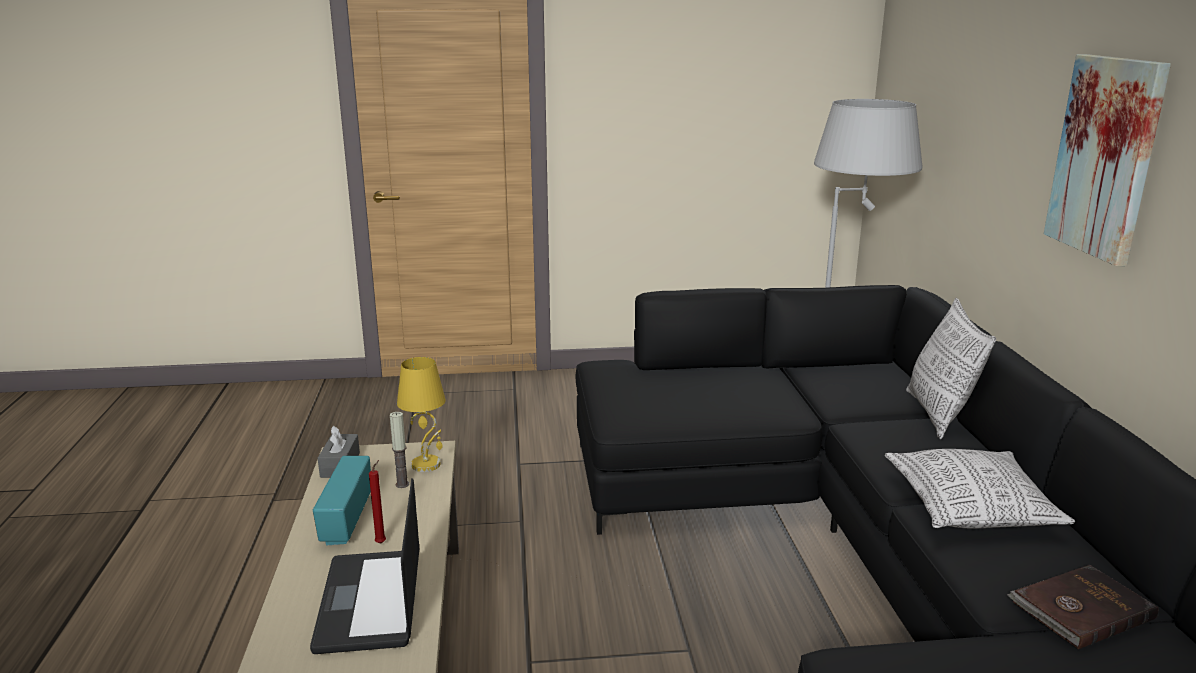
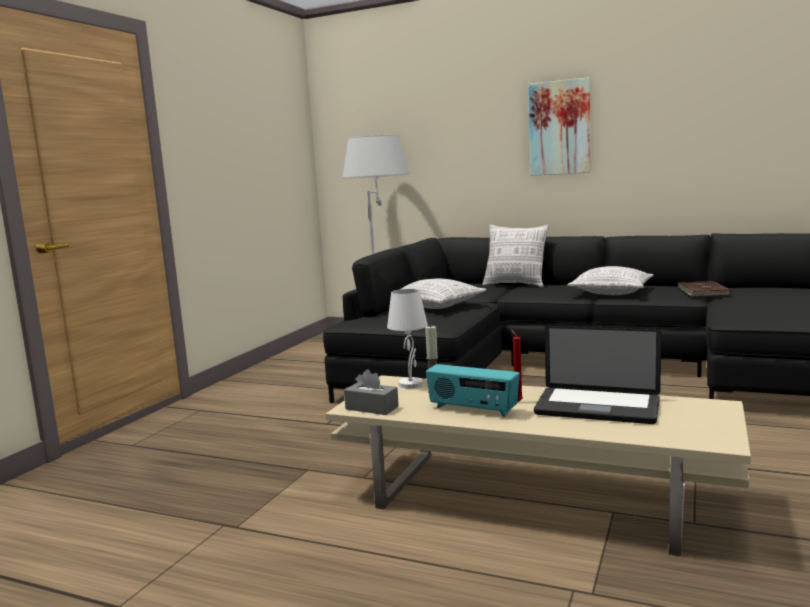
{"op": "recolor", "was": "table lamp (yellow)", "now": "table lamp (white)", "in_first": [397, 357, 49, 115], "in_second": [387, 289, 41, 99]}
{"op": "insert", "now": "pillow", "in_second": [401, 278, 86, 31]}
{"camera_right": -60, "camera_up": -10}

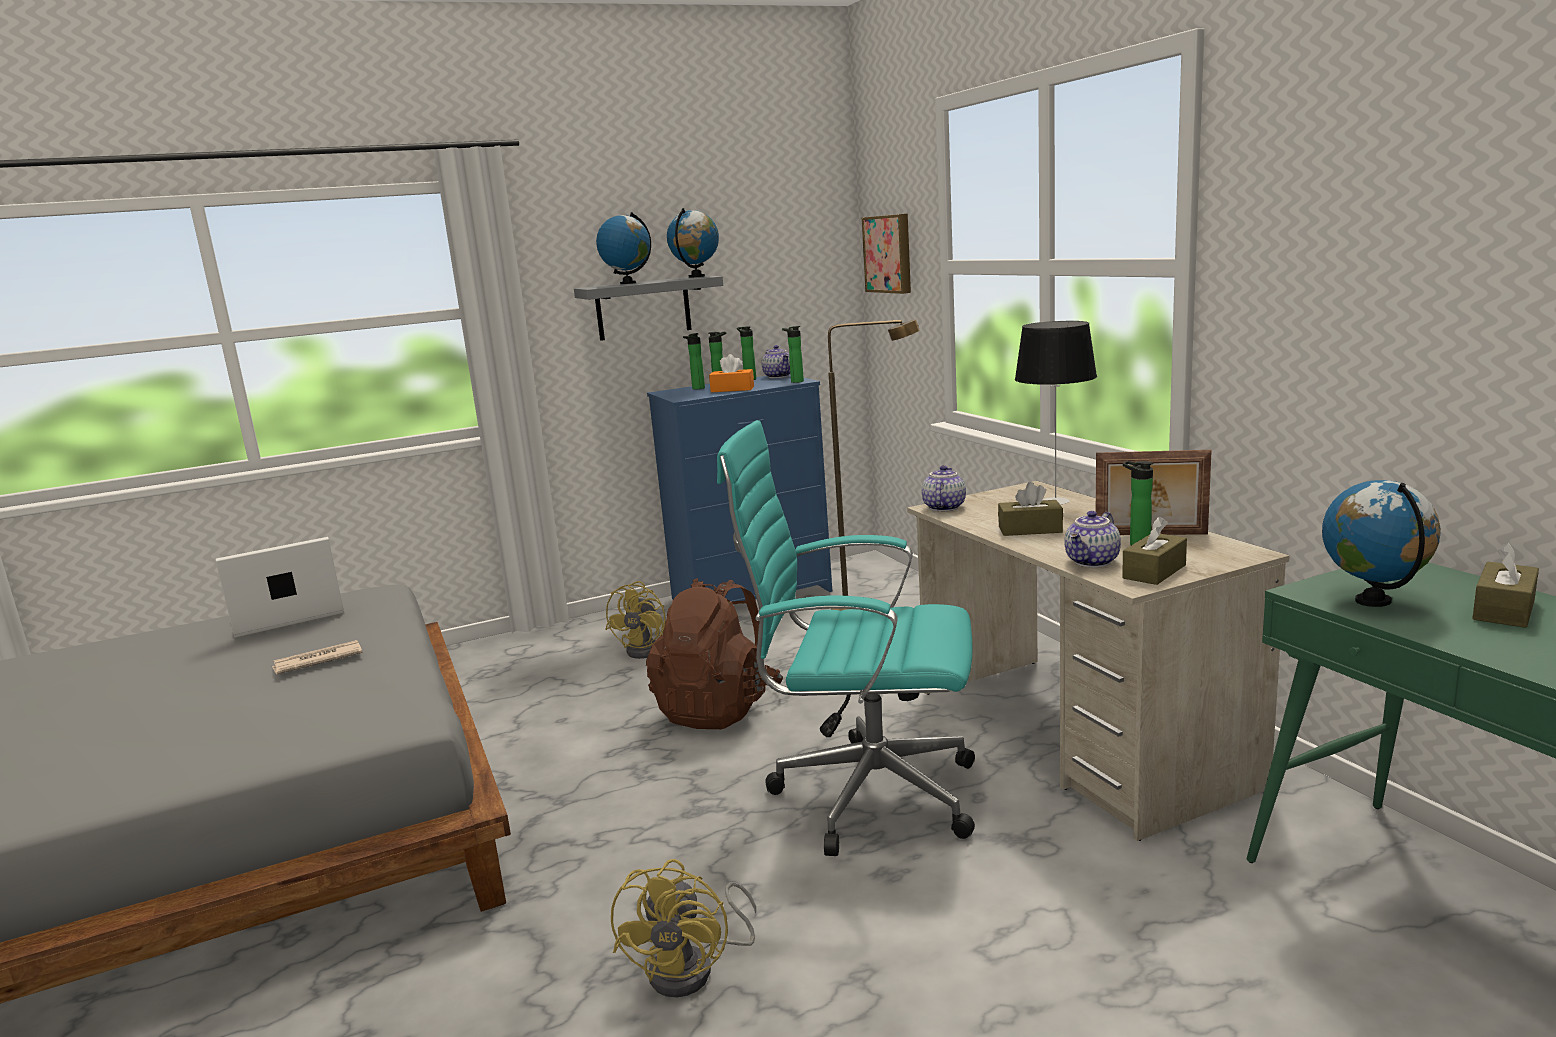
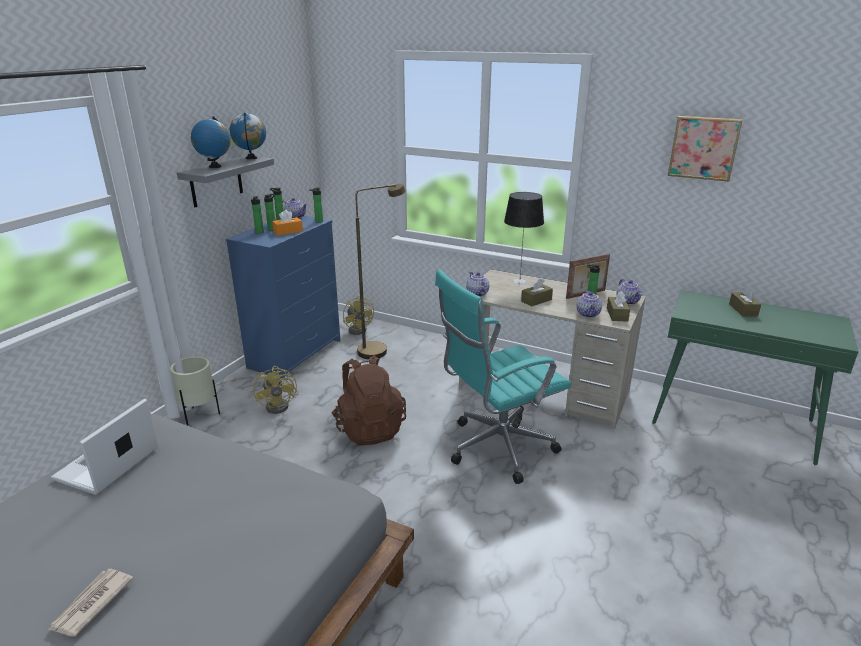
{"op": "move", "was": "newspaper", "in_first": [272, 640, 90, 35], "in_second": [48, 569, 86, 68]}
{"op": "move", "was": "fan (yellow)", "in_first": [611, 859, 145, 139], "in_second": [343, 296, 31, 39]}
{"op": "move", "was": "picture", "in_first": [862, 214, 49, 80], "in_second": [668, 116, 75, 66]}
{"op": "delete", "was": "globe", "in_first": [1322, 480, 119, 127]}
{"op": "insert", "now": "planter (beige)", "in_second": [170, 356, 50, 69]}
{"op": "insert", "now": "teapot", "in_second": [617, 279, 25, 26]}
{"camera_right": -40, "camera_up": 10}

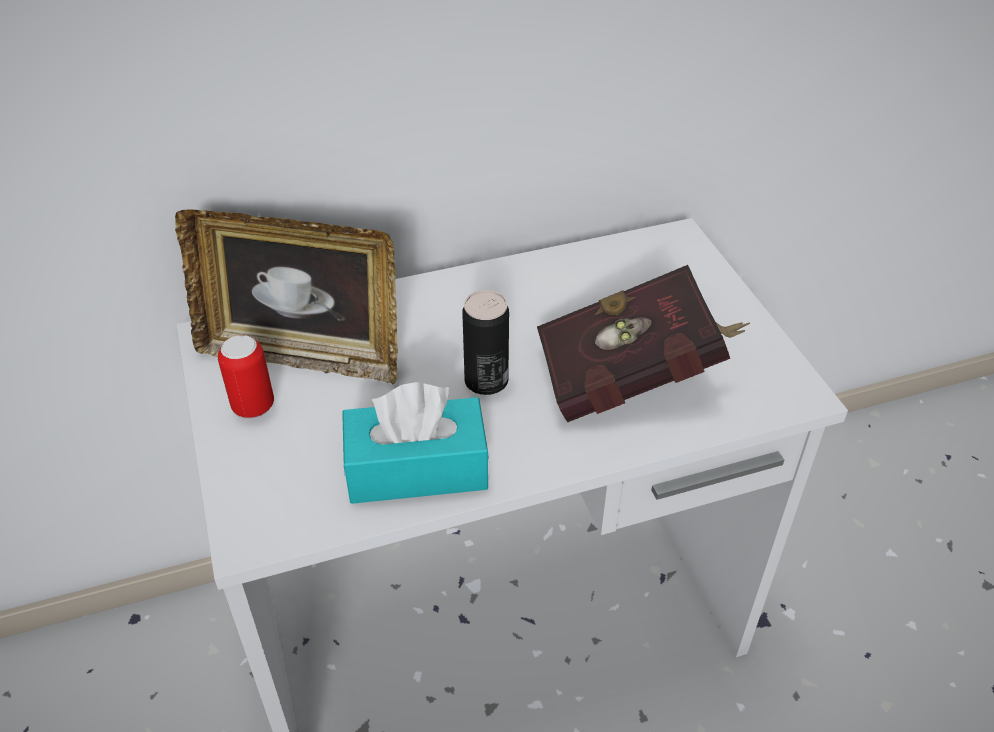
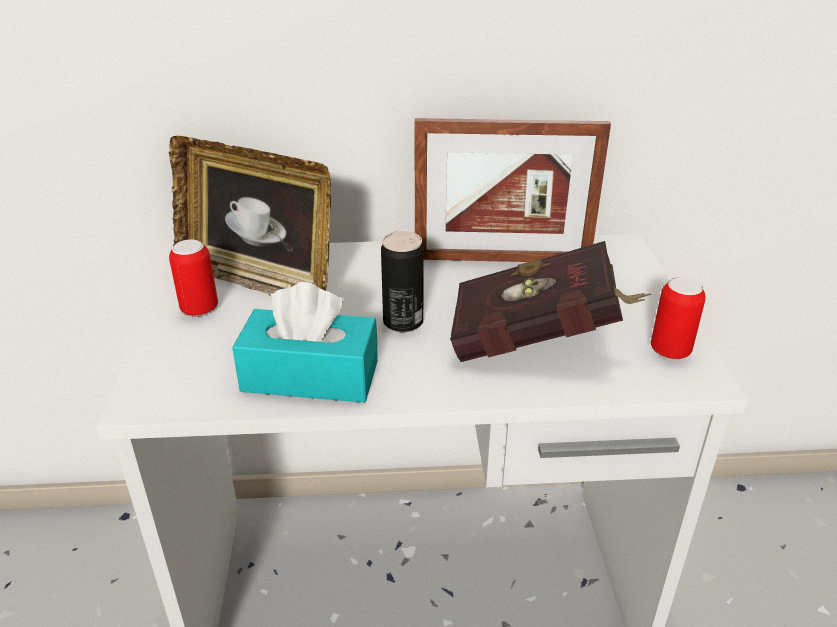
{"op": "insert", "now": "picture frame", "in_second": [414, 118, 197, 144]}
{"op": "insert", "now": "can", "in_second": [651, 277, 55, 82]}
{"camera_right": 15, "camera_up": -10}

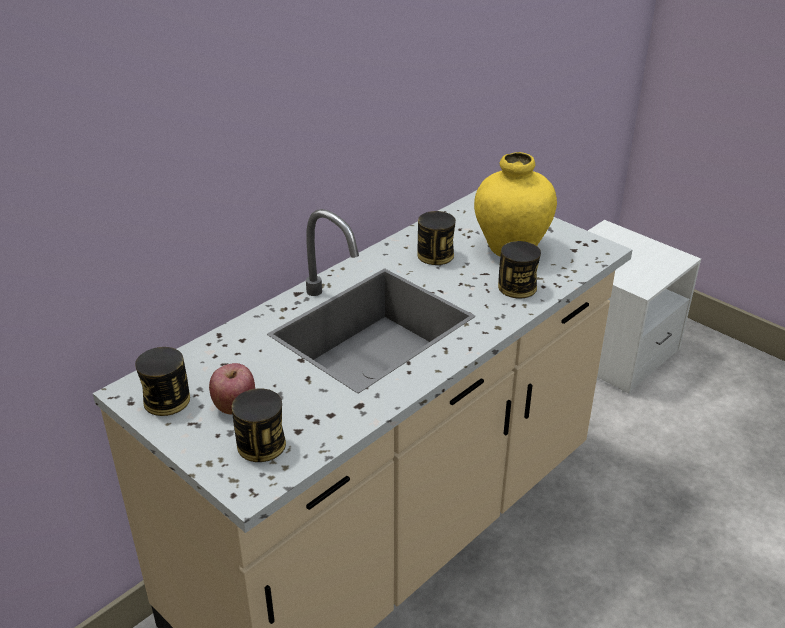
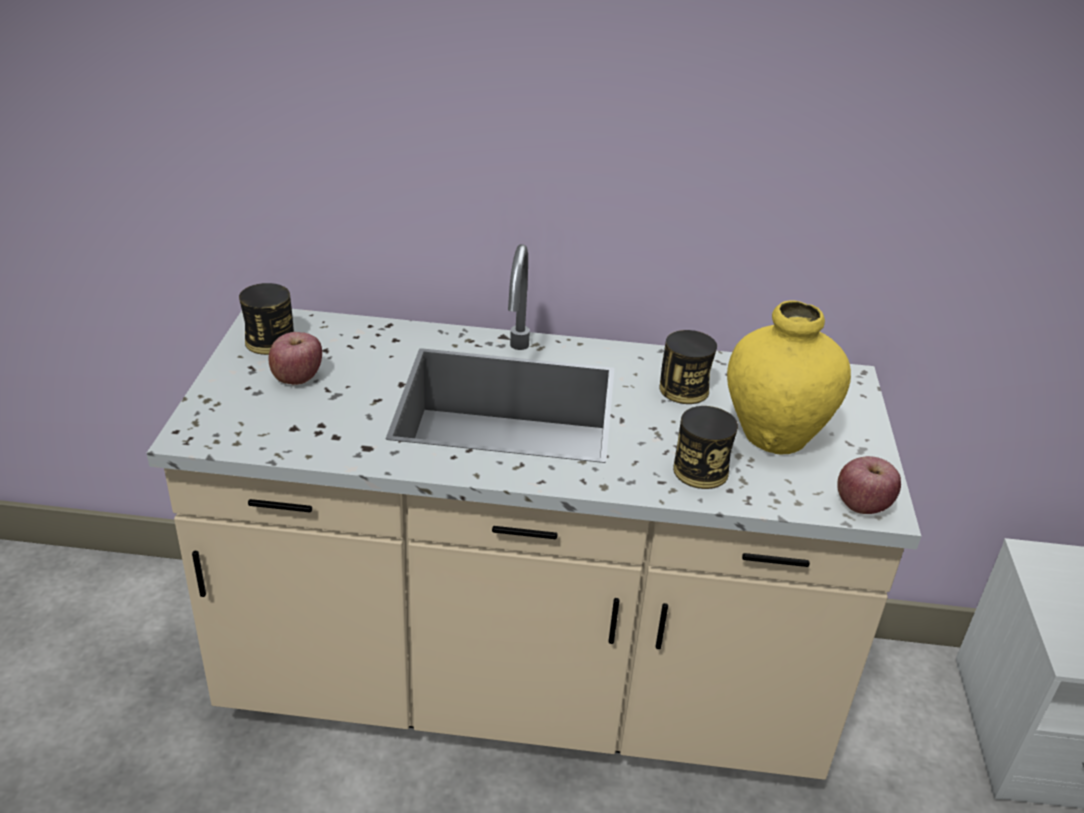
{"op": "delete", "was": "can", "in_first": [232, 388, 54, 74]}
{"op": "insert", "now": "apple", "in_second": [837, 456, 64, 58]}
{"camera_right": 50, "camera_up": 0}

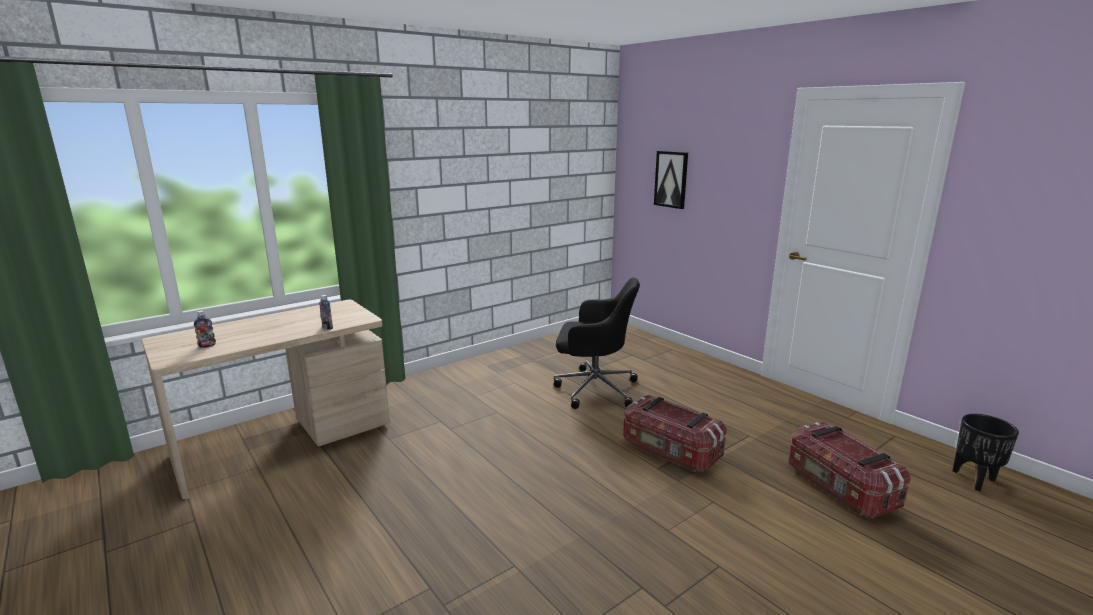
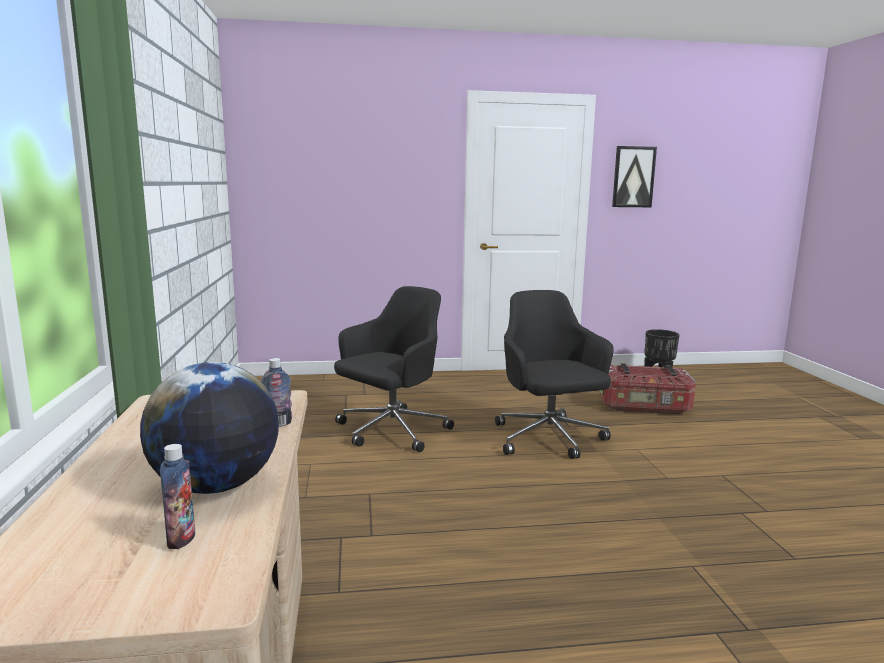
{"op": "replace", "was": "storage box", "now": "office chair (black)", "in_first": [623, 395, 104, 77], "in_second": [495, 290, 118, 169]}
{"op": "move", "was": "picture", "in_first": [654, 151, 34, 58], "in_second": [612, 146, 45, 61]}
{"op": "insert", "now": "globe", "in_second": [140, 362, 139, 132]}
{"camera_right": -60, "camera_up": -5}

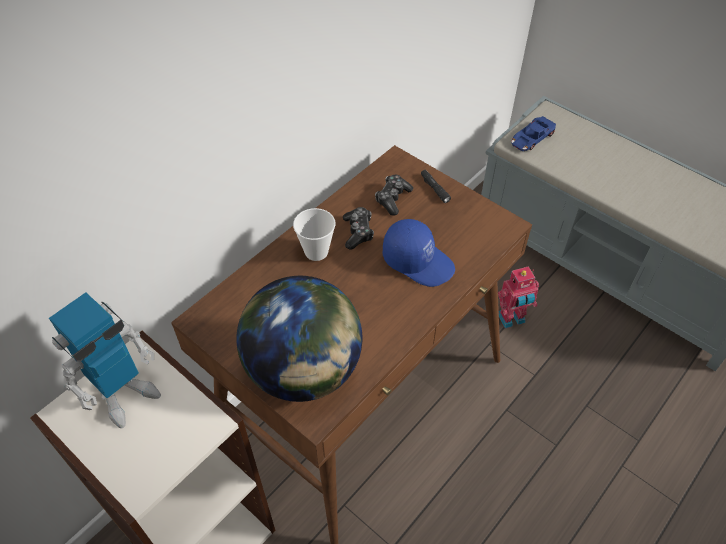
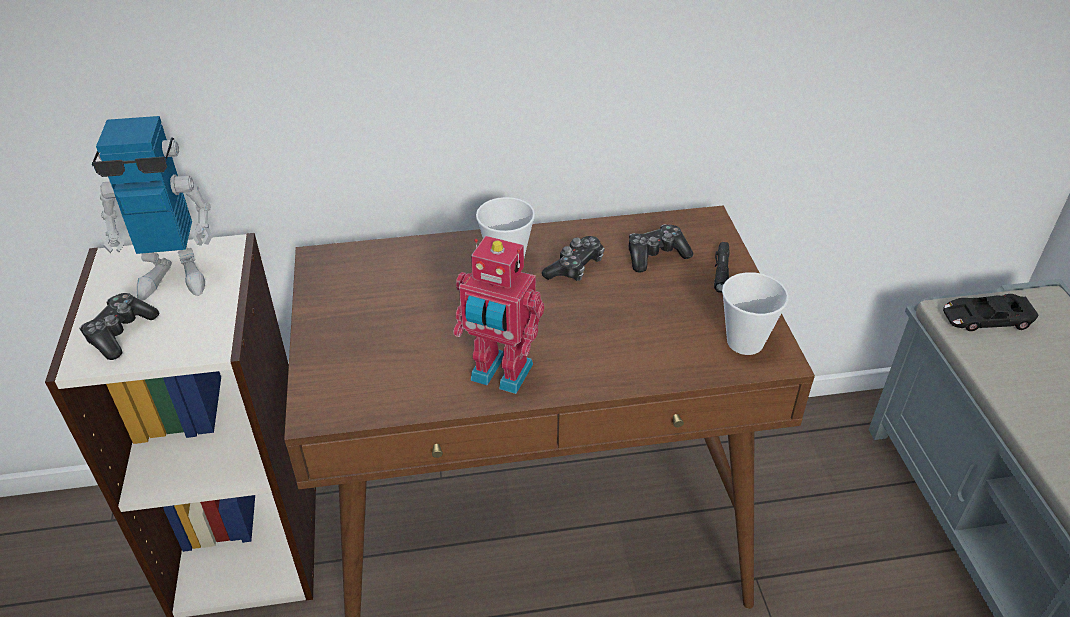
{"op": "delete", "was": "globe", "in_first": [237, 276, 125, 126]}
{"op": "delete", "was": "cap (blue)", "in_first": [383, 219, 72, 68]}
{"op": "move", "was": "toy robot", "in_first": [498, 266, 41, 62], "in_second": [453, 236, 91, 158]}
{"op": "recolor", "was": "toy car (blue)", "now": "toy car (black)", "in_first": [511, 116, 45, 35], "in_second": [943, 294, 95, 37]}
{"op": "insert", "now": "game controller", "in_second": [79, 293, 81, 67]}
{"op": "insert", "now": "cup", "in_second": [722, 272, 67, 83]}
{"camera_right": 40, "camera_up": -10}

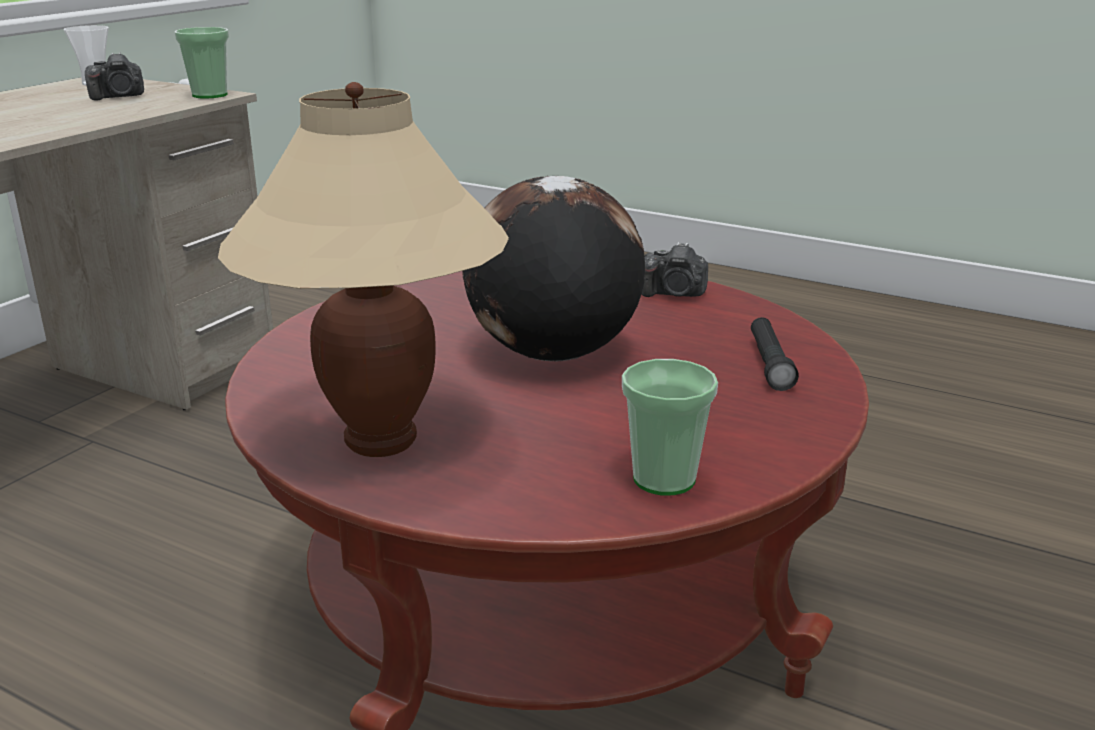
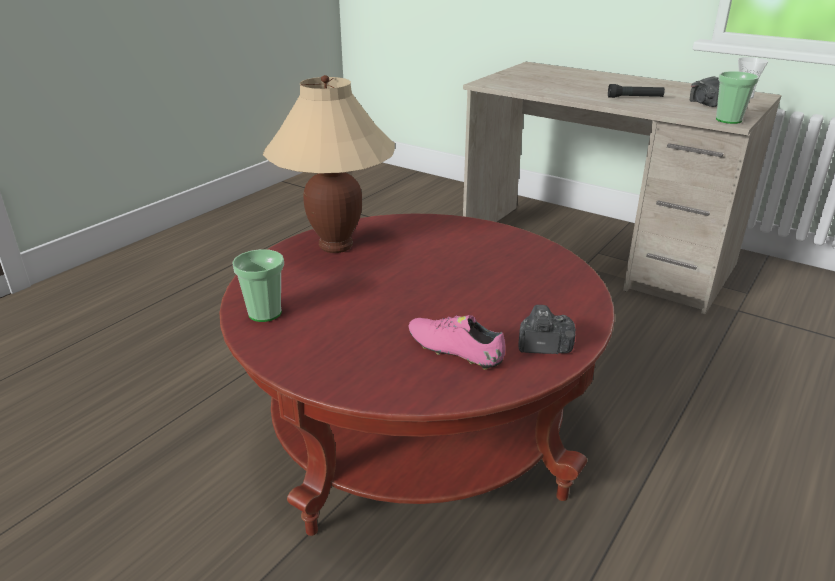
{"op": "delete", "was": "globe", "in_first": [462, 176, 183, 185]}
{"op": "rotate", "was": "photo camera", "in_first": [642, 242, 66, 55], "in_second": [518, 305, 58, 49], "clockwise": 75}
{"op": "move", "was": "flashlight (black)", "in_first": [751, 317, 48, 74], "in_second": [608, 84, 57, 14]}
{"op": "insert", "now": "shoe (pink)", "in_second": [409, 315, 97, 55]}
{"camera_right": 95, "camera_up": 5}

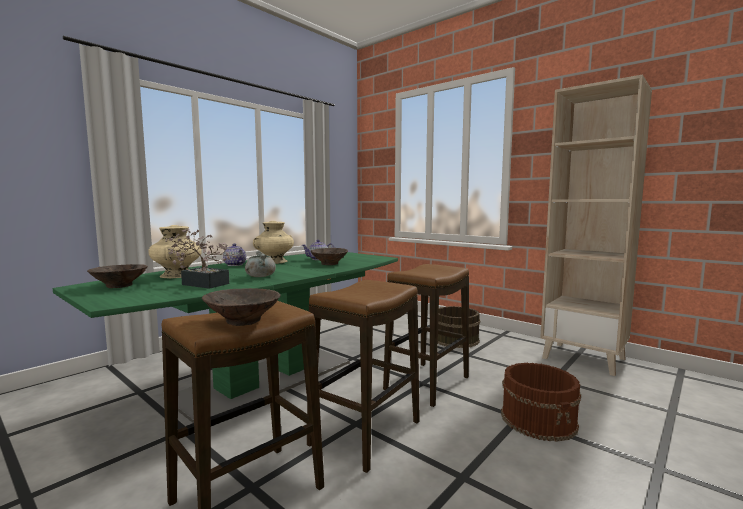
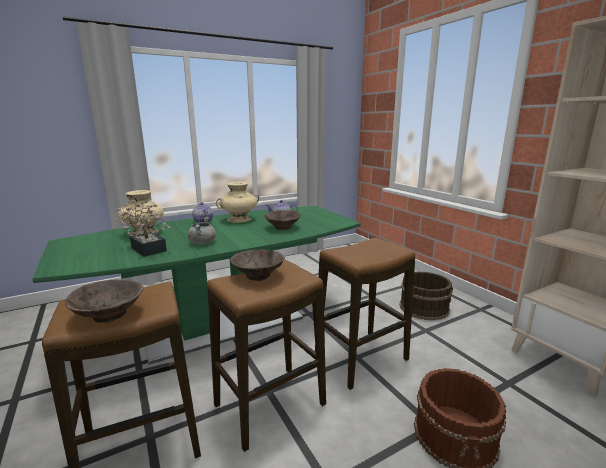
{"op": "move", "was": "bowl (brown)", "in_first": [87, 264, 61, 24], "in_second": [230, 250, 55, 31]}
{"camera_right": 20, "camera_up": 10}

